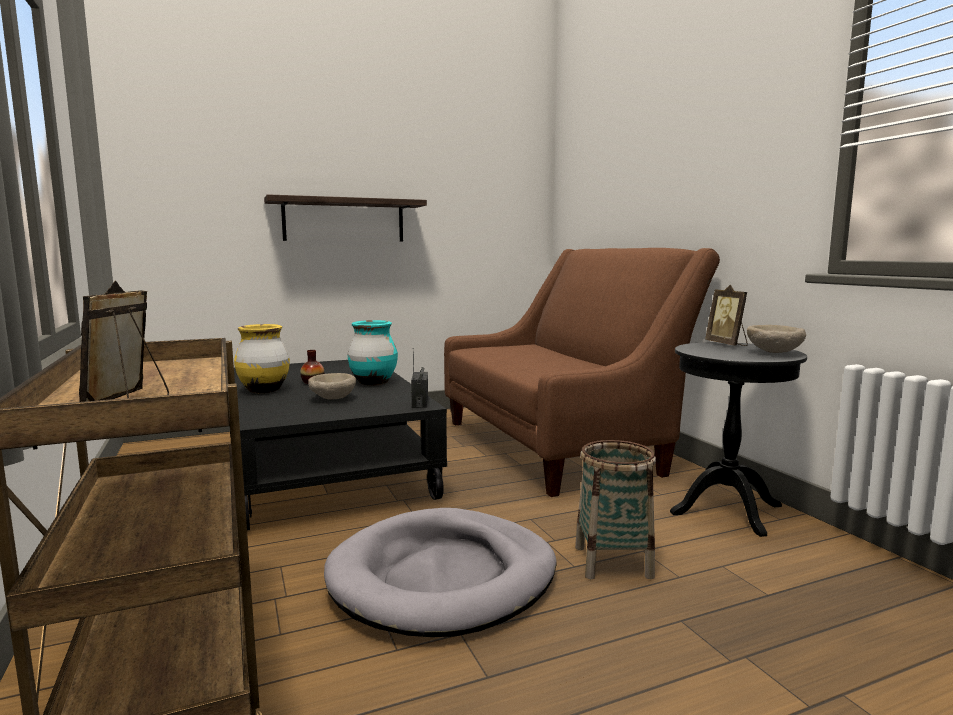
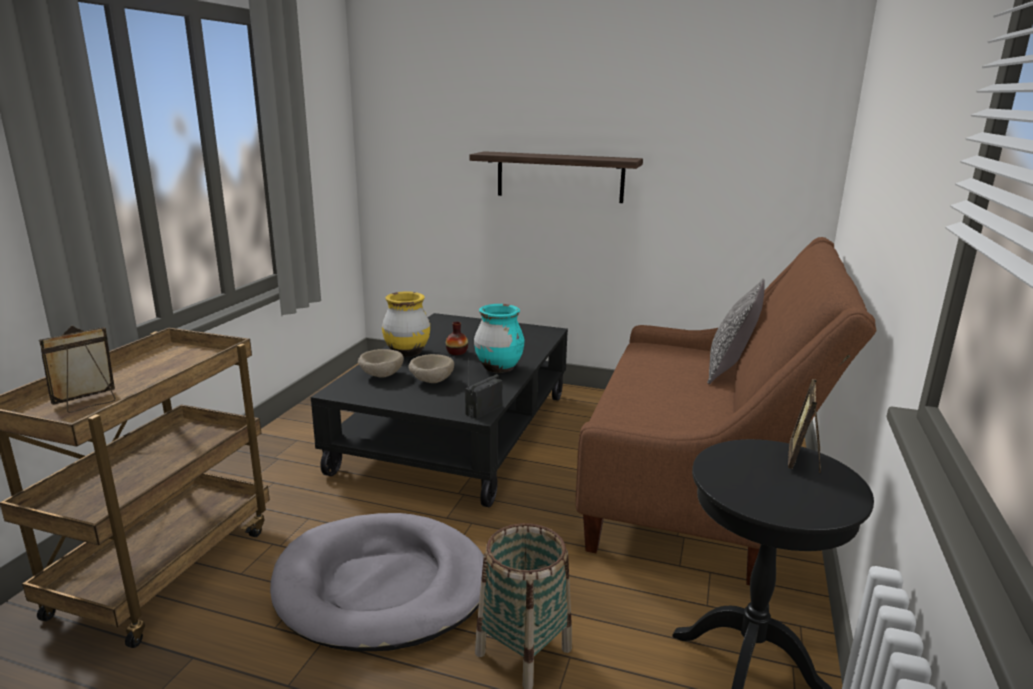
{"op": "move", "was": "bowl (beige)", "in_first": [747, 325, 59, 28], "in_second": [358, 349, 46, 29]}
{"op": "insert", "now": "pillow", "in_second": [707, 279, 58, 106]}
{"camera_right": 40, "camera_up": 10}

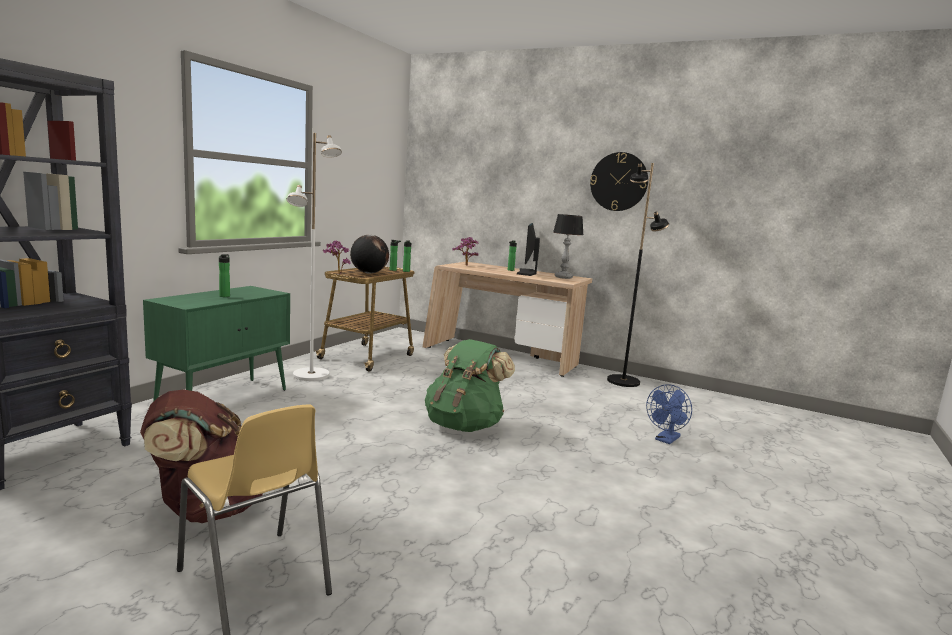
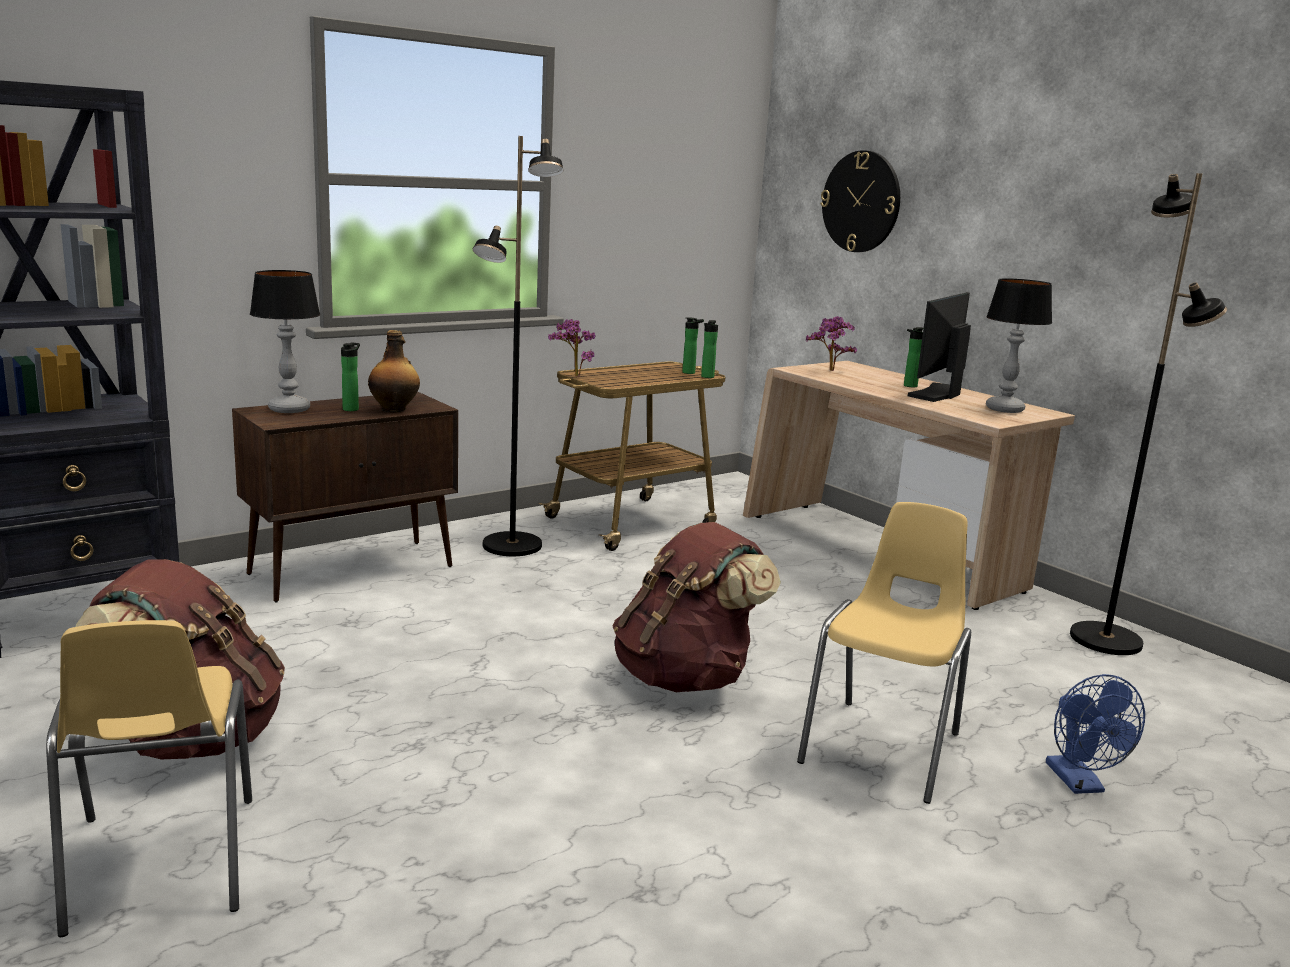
{"op": "recolor", "was": "cabinet (green)", "now": "cabinet (brown)", "in_first": [143, 286, 147, 116], "in_second": [232, 392, 226, 211]}
{"op": "recolor", "was": "floor lamp (white)", "now": "floor lamp (black)", "in_first": [286, 133, 56, 248], "in_second": [473, 136, 91, 420]}
{"op": "delete", "was": "globe", "in_first": [350, 235, 39, 39]}
{"op": "recolor", "was": "backpack (green)", "now": "backpack (brown)", "in_first": [425, 339, 90, 93], "in_second": [612, 522, 169, 170]}
{"op": "move", "was": "wall clock", "in_first": [590, 152, 58, 59], "in_second": [820, 150, 80, 102]}
{"op": "rotate", "was": "fan (blue)", "in_first": [646, 384, 46, 60], "in_second": [1046, 674, 99, 120], "clockwise": -75}
{"op": "insert", "now": "table lamp", "in_second": [250, 270, 70, 143]}
{"op": "insert", "now": "bottle", "in_second": [368, 330, 52, 83]}
{"op": "insert", "now": "chair (yellow)", "in_second": [797, 502, 174, 302]}
{"camera_right": 25, "camera_up": 5}

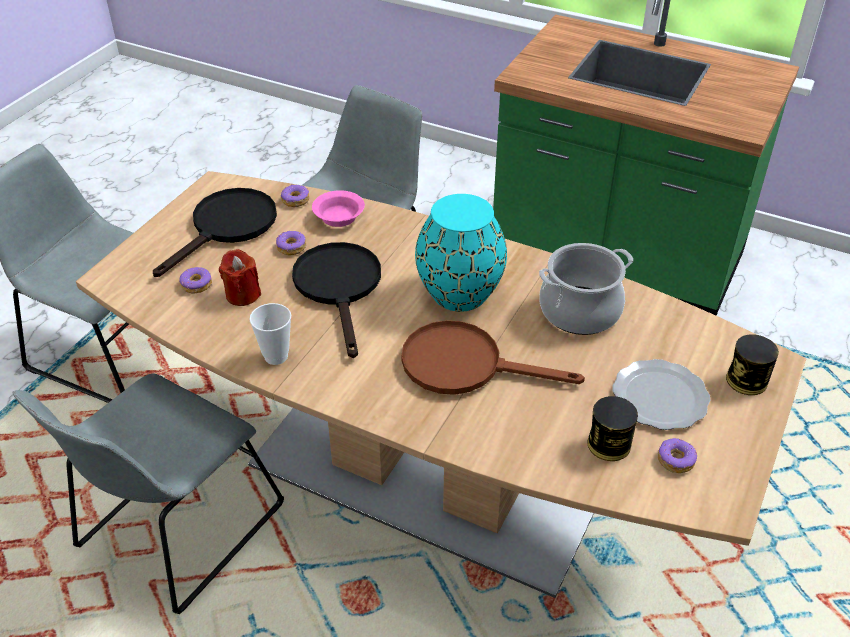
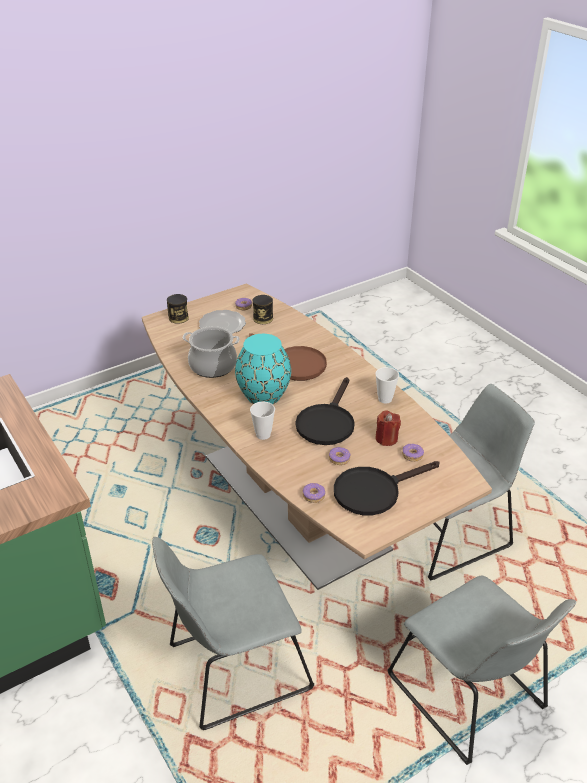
{"op": "delete", "was": "bowl (pink)", "in_first": [312, 190, 53, 37]}
{"op": "insert", "now": "cup", "in_second": [250, 402, 25, 38]}
{"camera_right": -150, "camera_up": -5}

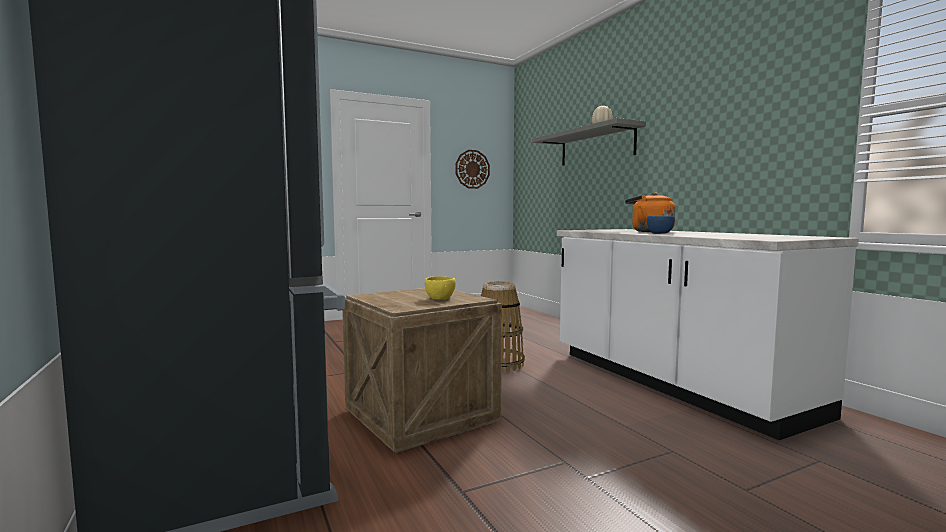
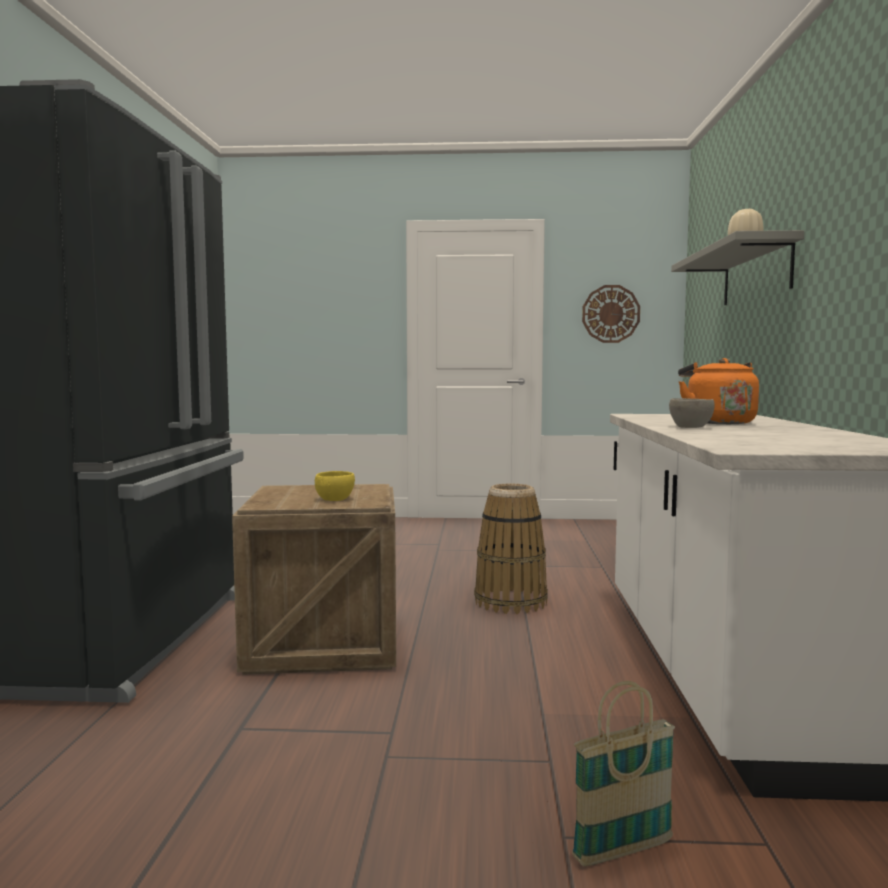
{"op": "recolor", "was": "bowl (blue)", "now": "bowl (grey)", "in_first": [647, 216, 28, 18], "in_second": [669, 398, 46, 30]}
{"op": "insert", "now": "basket", "in_second": [572, 681, 103, 185]}
{"camera_right": 30, "camera_up": 0}

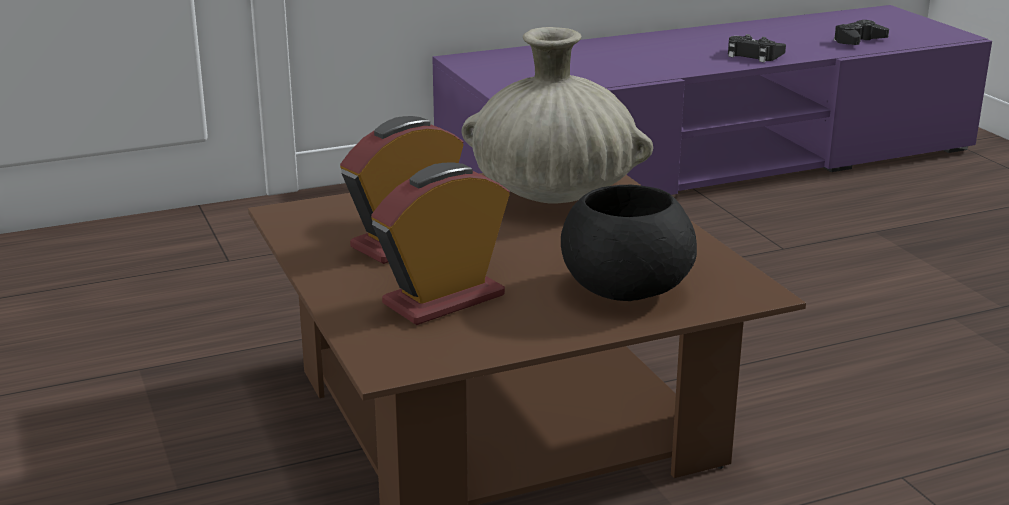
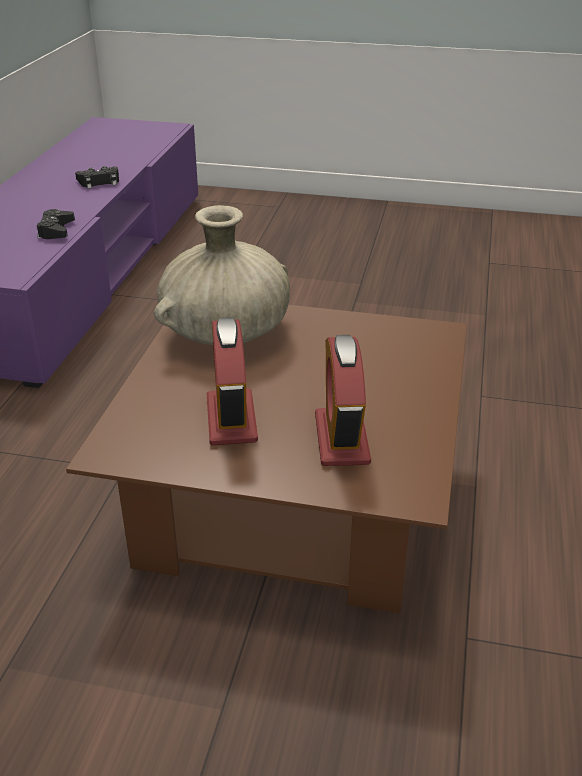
{"op": "delete", "was": "bowl (black)", "in_first": [561, 185, 136, 116]}
{"op": "move", "was": "game controller (black)", "in_first": [834, 20, 55, 25], "in_second": [37, 209, 38, 30]}
{"camera_right": -55, "camera_up": 10}

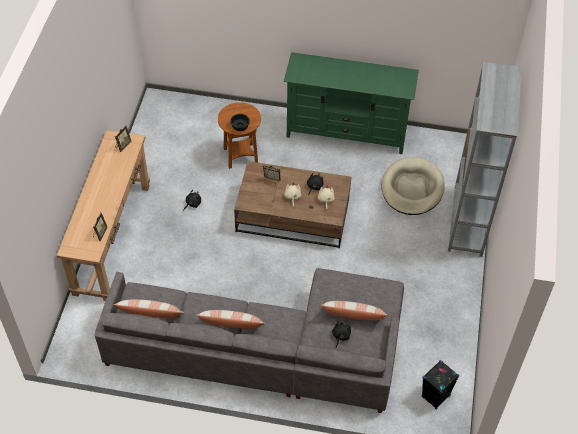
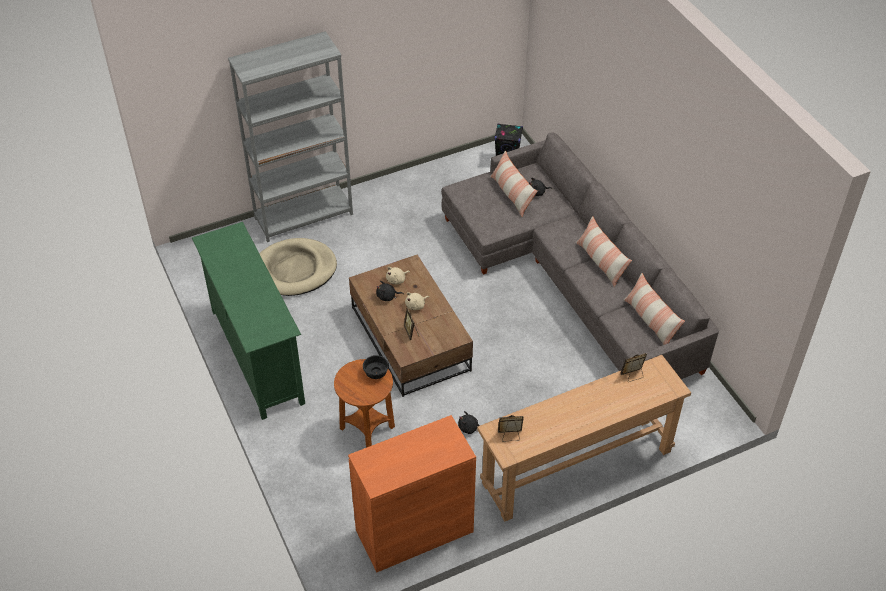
{"op": "insert", "now": "cabinet (orange)", "in_second": [348, 415, 128, 157]}
{"camera_right": -125, "camera_up": -5}

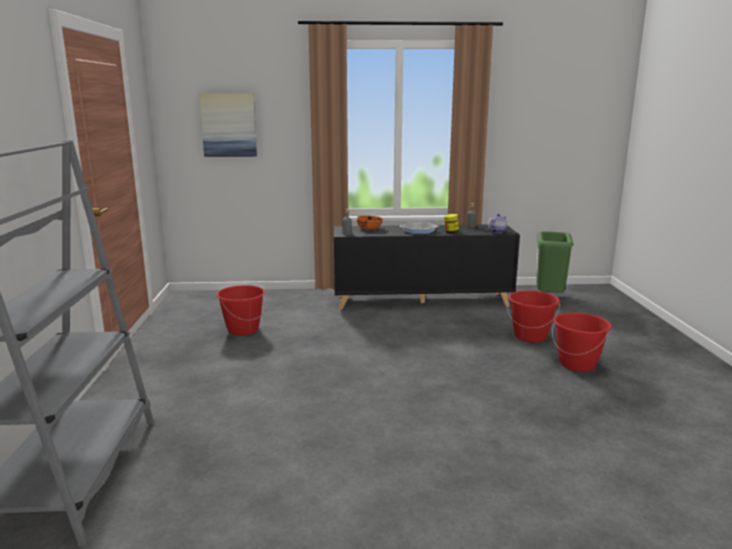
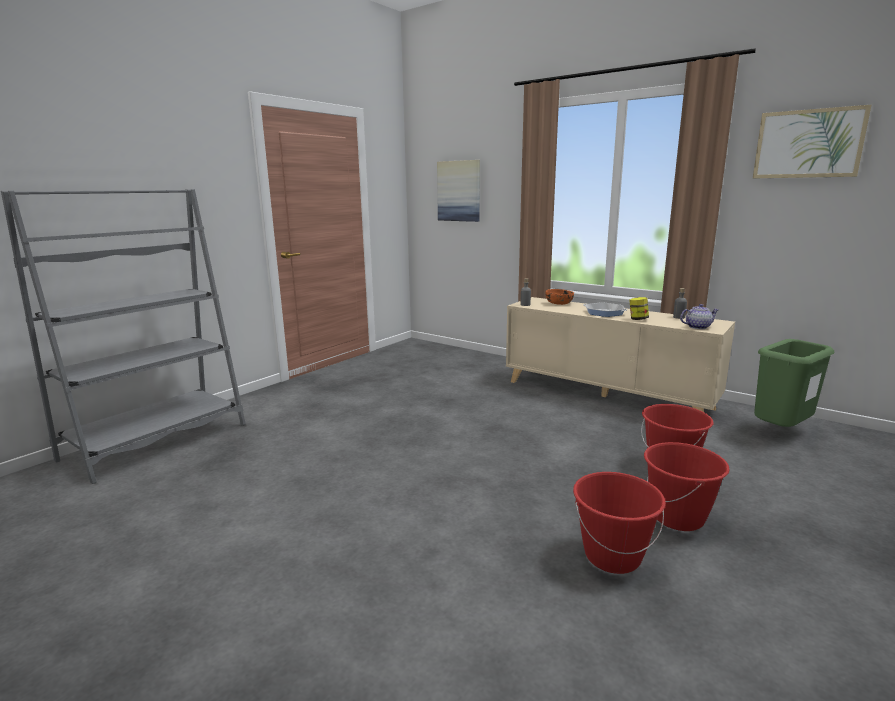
{"op": "move", "was": "bucket (red)", "in_first": [216, 285, 49, 51], "in_second": [573, 472, 93, 102]}
{"op": "recolor", "was": "cabinet (black)", "now": "cabinet (beige)", "in_first": [334, 225, 186, 85], "in_second": [506, 297, 229, 115]}
{"op": "insert", "now": "picture", "in_second": [753, 105, 118, 73]}
{"camera_right": 40, "camera_up": 0}

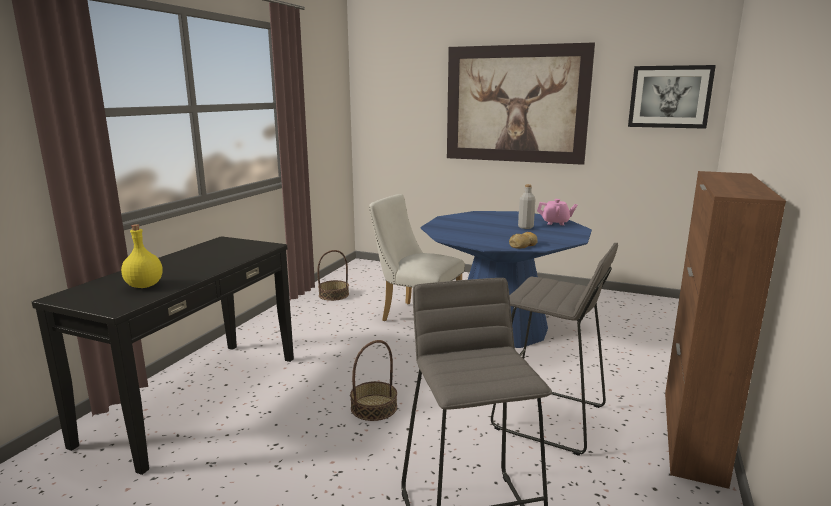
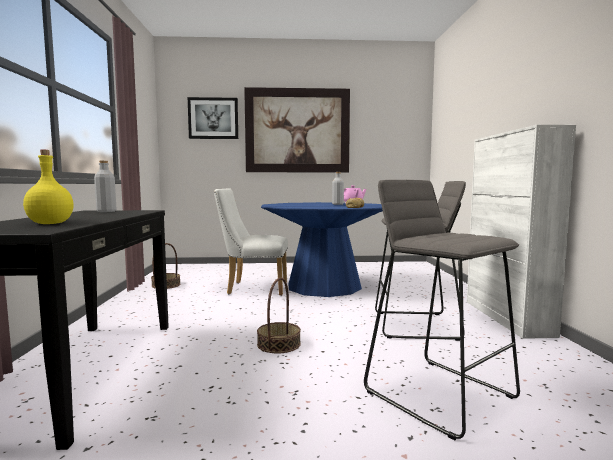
{"op": "move", "was": "picture", "in_first": [628, 65, 88, 64], "in_second": [188, 97, 50, 42]}
{"op": "recolor", "was": "cabinet (brown)", "now": "cabinet (white)", "in_first": [665, 171, 121, 318], "in_second": [467, 125, 109, 214]}
{"op": "insert", "now": "bottle (grey)", "in_second": [94, 161, 22, 51]}
{"camera_right": -25, "camera_up": -10}

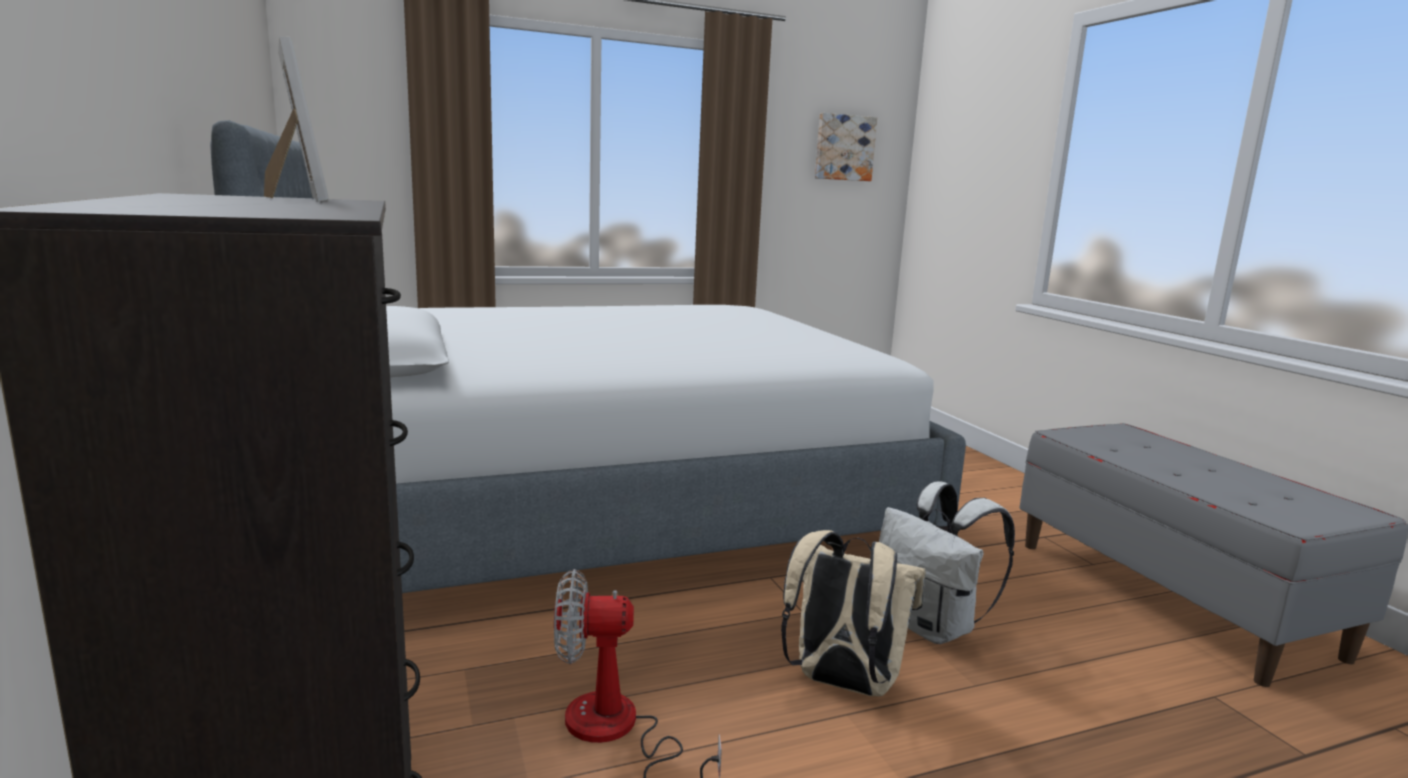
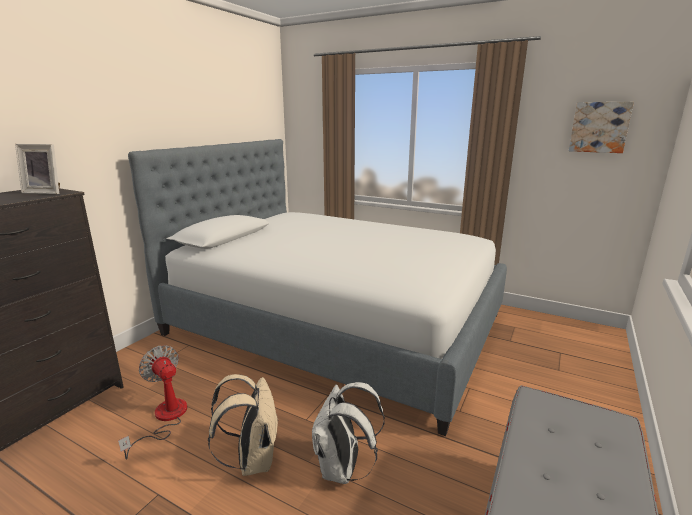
{"op": "rotate", "was": "picture frame", "in_first": [264, 36, 65, 165], "in_second": [15, 144, 45, 50], "clockwise": 75}
{"camera_right": 50, "camera_up": 5}

